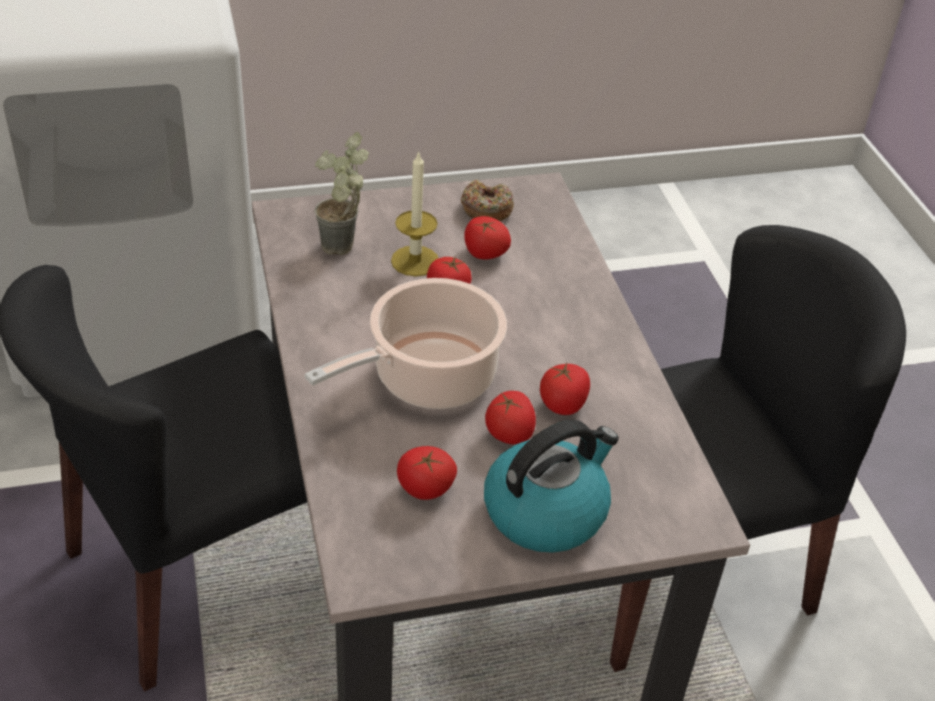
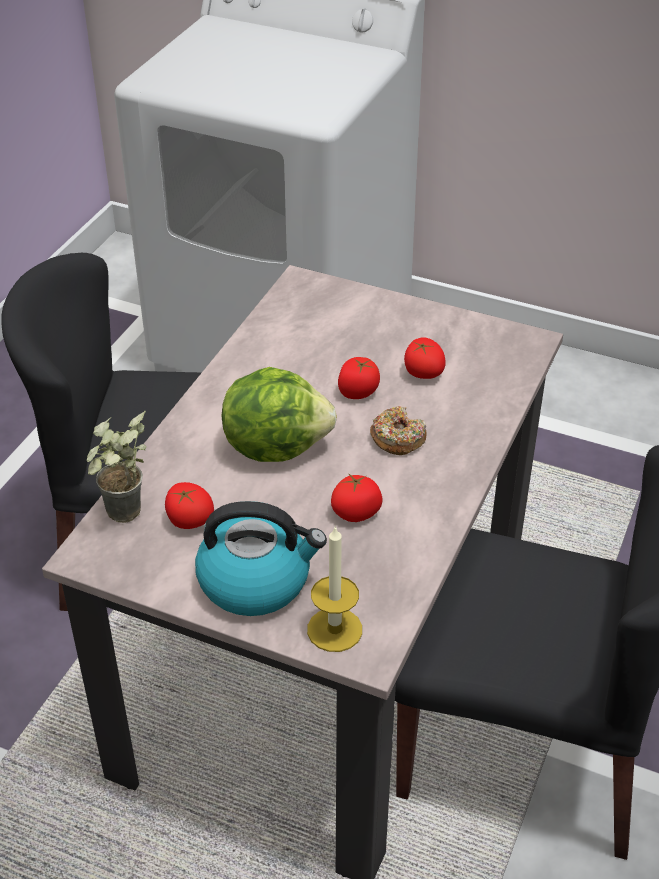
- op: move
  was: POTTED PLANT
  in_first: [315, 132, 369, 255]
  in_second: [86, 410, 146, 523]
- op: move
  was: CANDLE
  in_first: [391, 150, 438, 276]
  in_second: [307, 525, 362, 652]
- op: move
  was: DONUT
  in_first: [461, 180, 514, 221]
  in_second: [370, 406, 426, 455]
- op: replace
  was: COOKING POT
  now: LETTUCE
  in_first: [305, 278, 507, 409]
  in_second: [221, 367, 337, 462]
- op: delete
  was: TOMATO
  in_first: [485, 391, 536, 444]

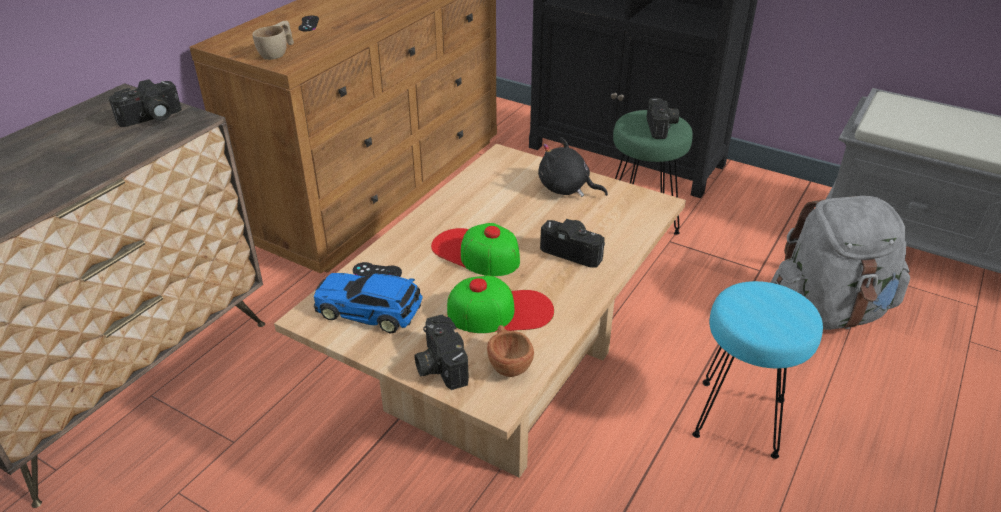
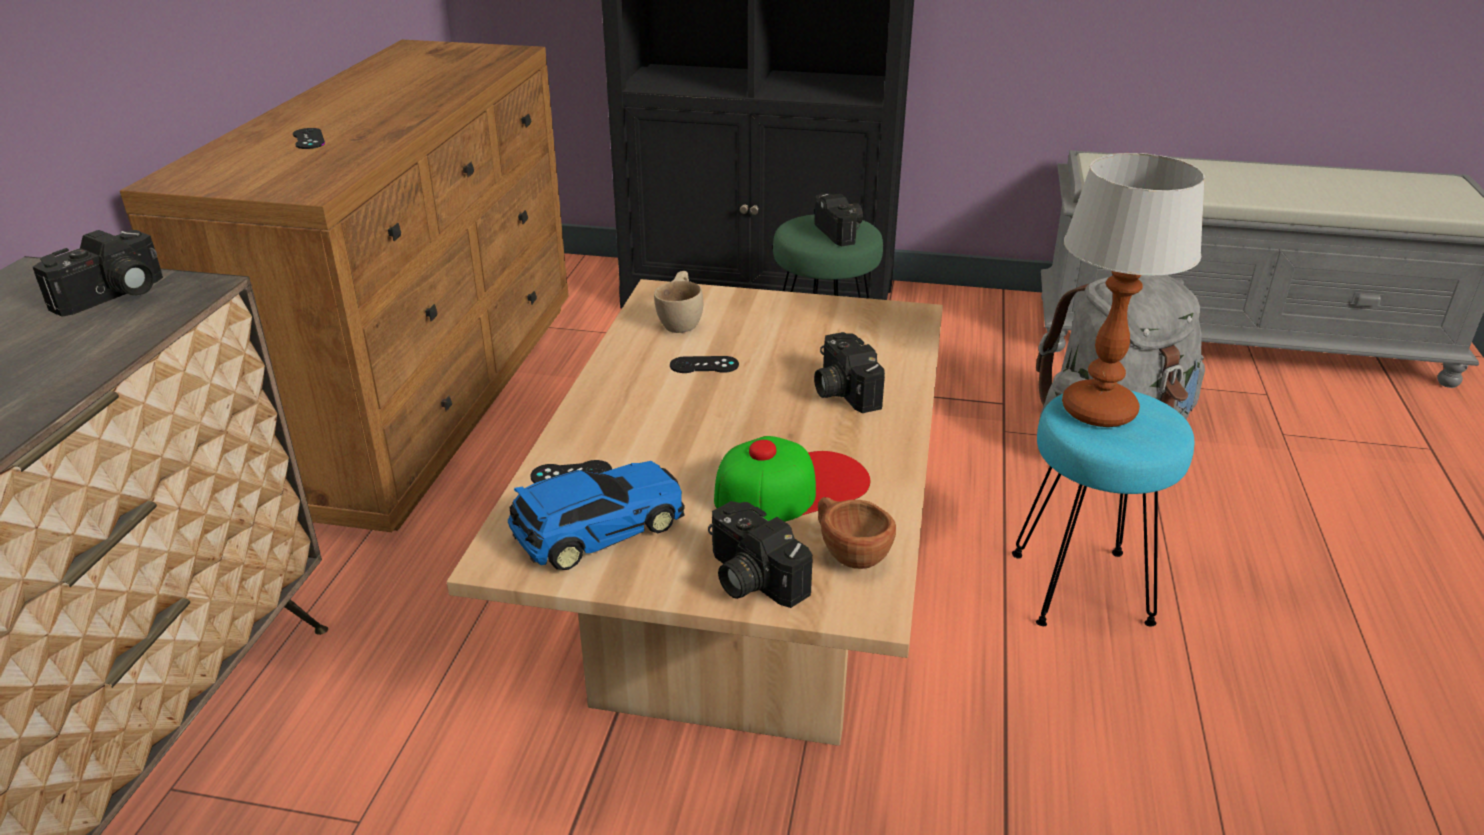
- op: move
  was: BEIGE CUP
  in_first: [252, 21, 294, 60]
  in_second: [654, 271, 703, 333]
- op: delete
  was: BLACK PLUSH TOY
  in_first: [538, 137, 608, 197]
- op: rotate
  was: PHOTO CAMERA
  in_first: [540, 219, 605, 268]
  in_second: [814, 332, 885, 413]
  clockwise: -120
- op: delete
  was: CAP
  in_first: [431, 223, 520, 276]
- op: rotate
  was: TOY CAR
  in_first: [314, 273, 423, 333]
  in_second: [508, 461, 685, 570]
  clockwise: 150
- op: insert
  now: TABLE LAMP
  in_second: [1062, 153, 1205, 427]
- op: insert
  now: BLACK GAME CONTROLLER
  in_second: [670, 356, 739, 373]

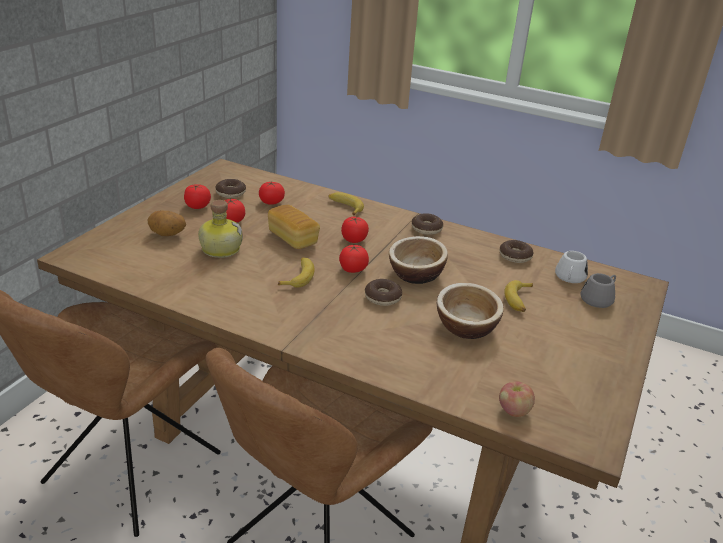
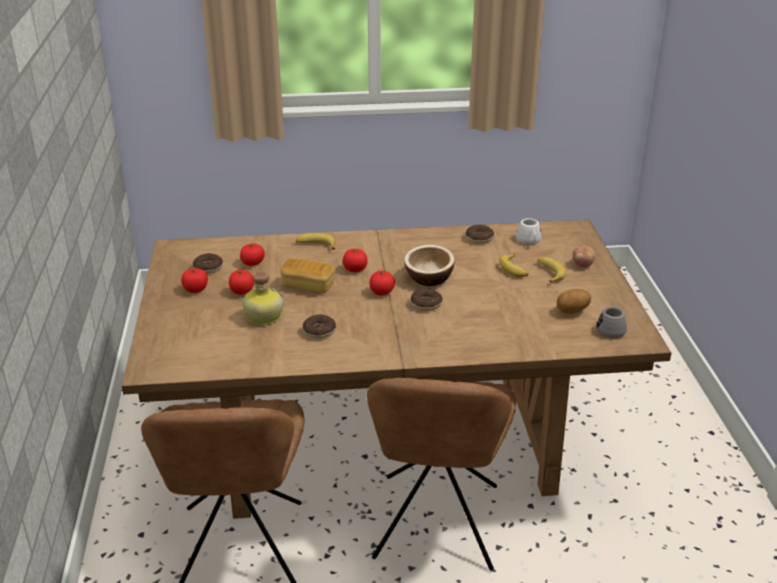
- op: move
  was: POTATO
  in_first: [148, 211, 186, 236]
  in_second: [557, 289, 591, 314]
- op: move
  was: DONUT
  in_first: [412, 213, 443, 235]
  in_second: [303, 315, 336, 338]
- op: move
  was: BANANA
  in_first: [278, 257, 315, 288]
  in_second: [537, 257, 566, 283]
- op: move
  was: GREY MUG
  in_first: [580, 273, 616, 308]
  in_second: [596, 304, 627, 338]
- op: delete
  was: BOWL
  in_first: [437, 283, 504, 339]
- op: move
  was: APPLE
  in_first: [499, 381, 535, 417]
  in_second: [572, 245, 595, 267]

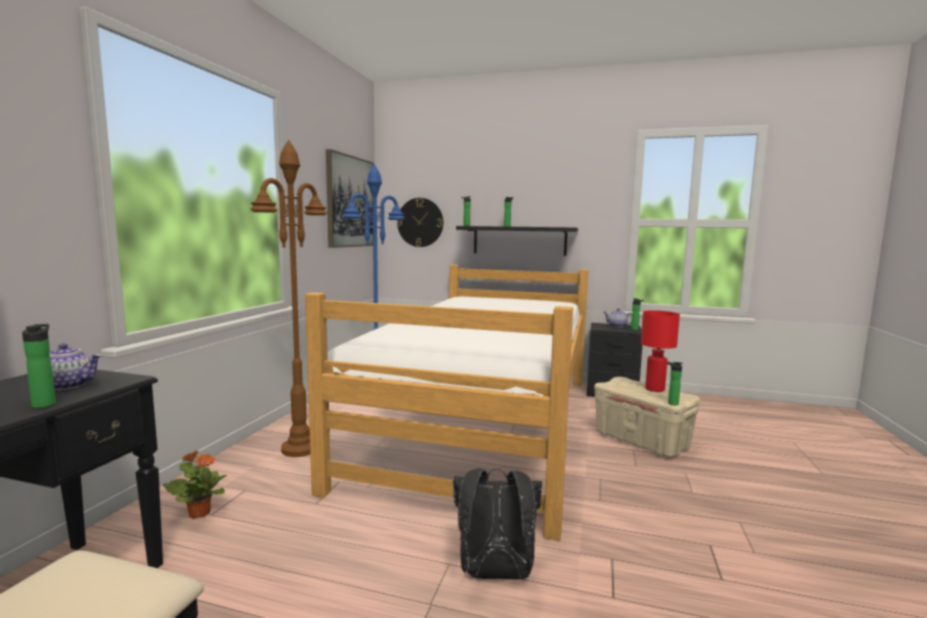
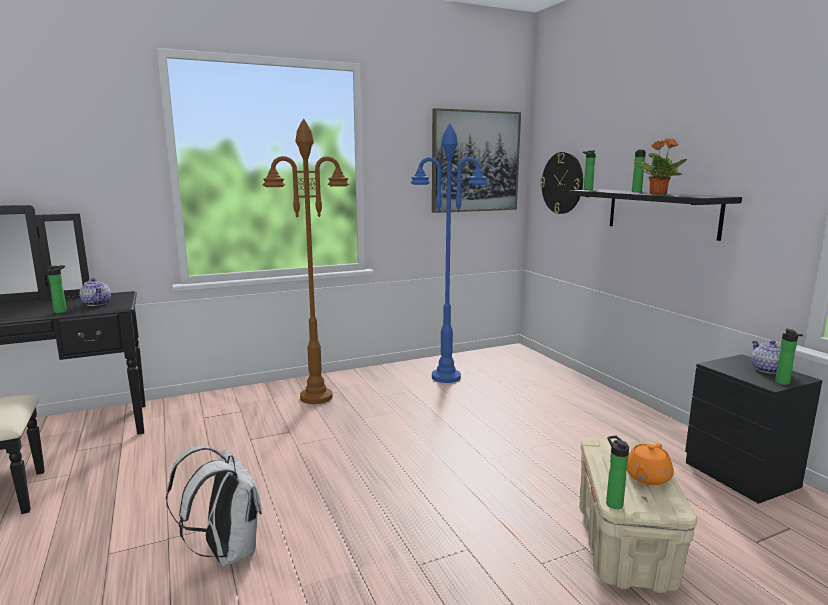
- op: delete
  was: BED
  in_first: [305, 265, 588, 541]
- op: replace
  was: RED TABLE LAMP
  now: ORANGE TEAPOT
  in_first: [641, 310, 680, 392]
  in_second: [626, 443, 673, 485]
- op: move
  was: POTTED PLANT
  in_first: [163, 450, 227, 519]
  in_second: [636, 139, 687, 195]
- op: recolor
  was: BLACK BACKPACK
  now: WHITE BACKPACK
  in_first: [453, 468, 542, 580]
  in_second: [166, 446, 262, 567]

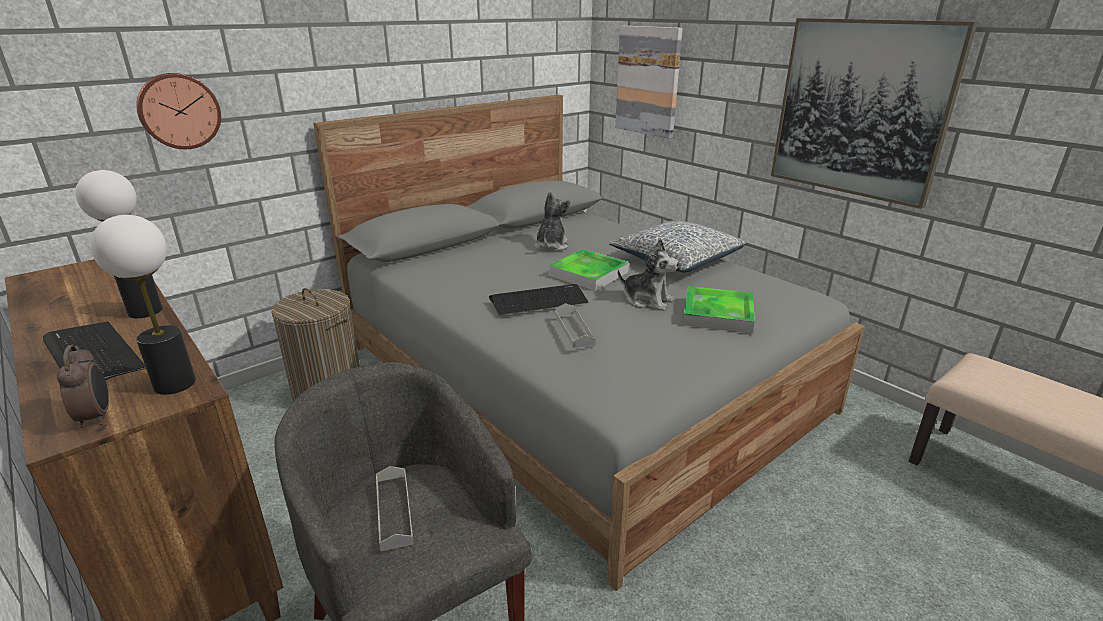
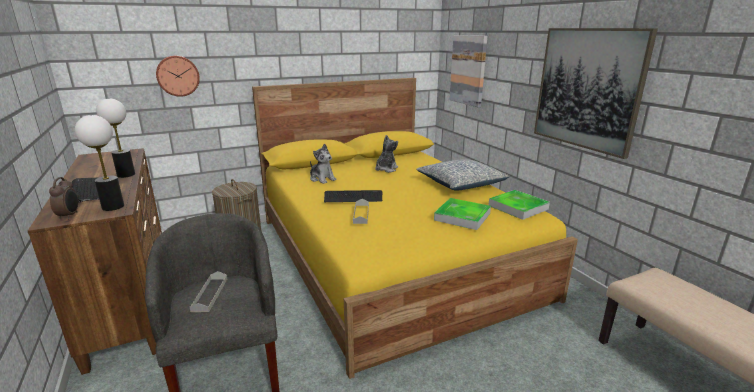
- op: recolor
  was: GREY BED
  now: YELLOW BED
  in_first: [313, 95, 865, 591]
  in_second: [252, 78, 578, 379]
- op: move
  was: PLUSH TOY
  in_first: [618, 238, 679, 311]
  in_second: [310, 143, 337, 184]
- op: move
  was: TRAY
  in_first: [549, 249, 629, 291]
  in_second: [489, 190, 550, 220]

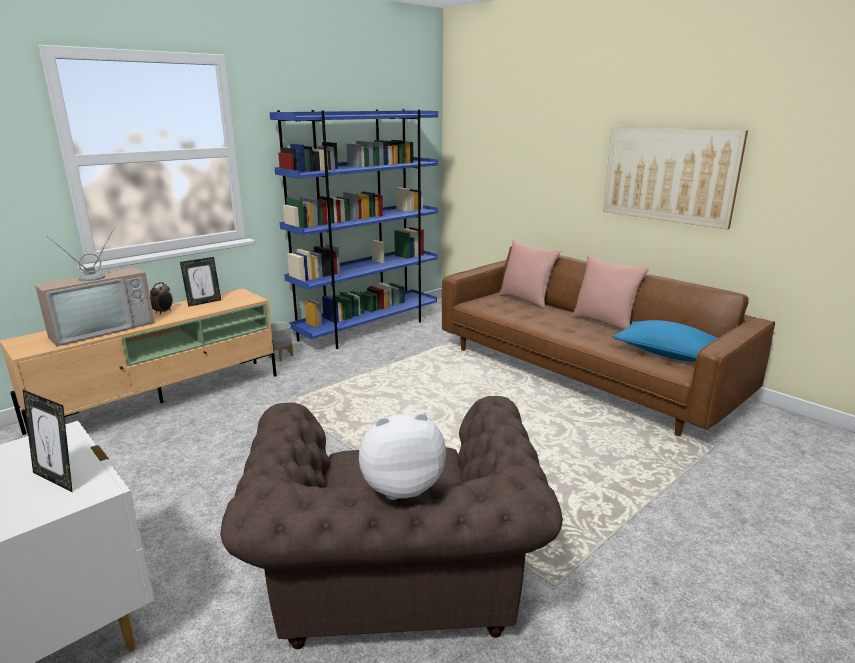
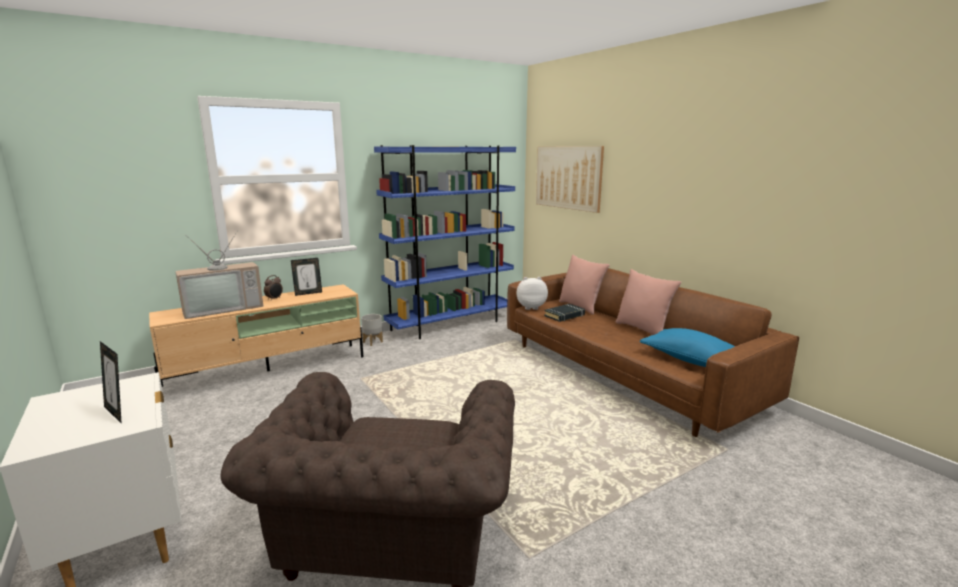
- op: move
  was: PICTURE
  in_first: [603, 126, 748, 230]
  in_second: [536, 146, 604, 213]
- op: move
  was: PLUSH TOY
  in_first: [359, 412, 446, 500]
  in_second: [516, 277, 548, 310]
- op: insert
  now: BLACK BOOK
  in_second: [544, 304, 585, 322]

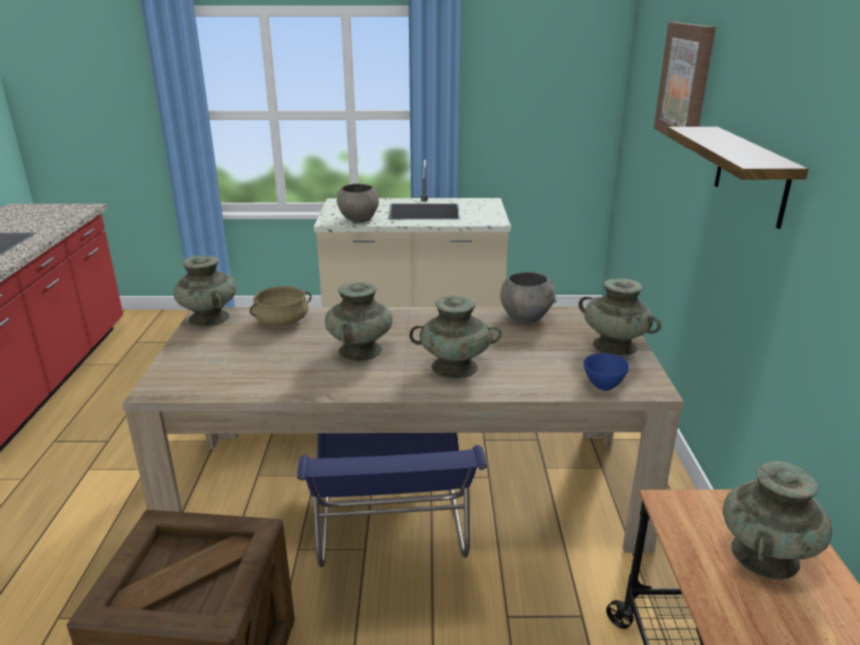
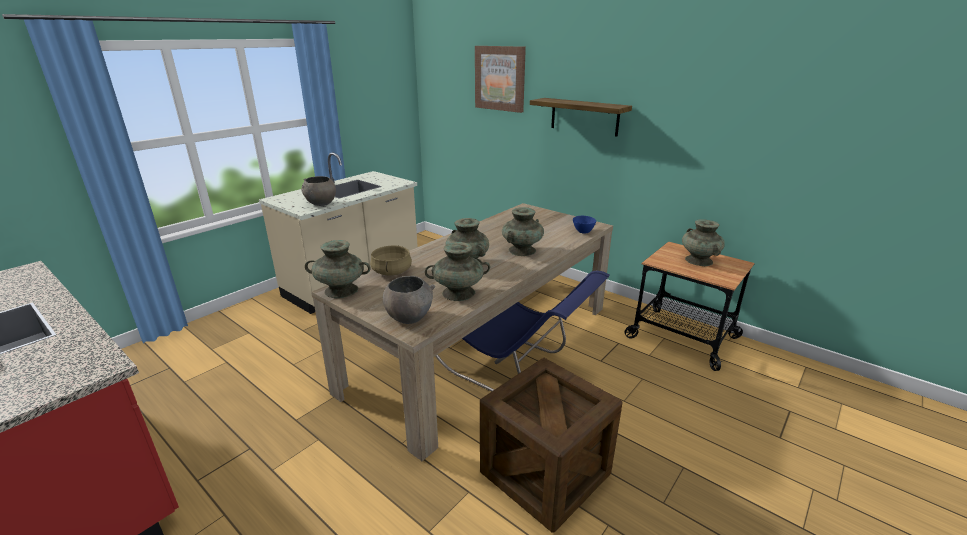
- op: move
  was: GREY BOWL
  in_first: [500, 272, 556, 323]
  in_second: [383, 276, 435, 324]
- op: move
  was: TURQUOISE VASE
  in_first: [578, 278, 661, 356]
  in_second: [425, 242, 490, 301]

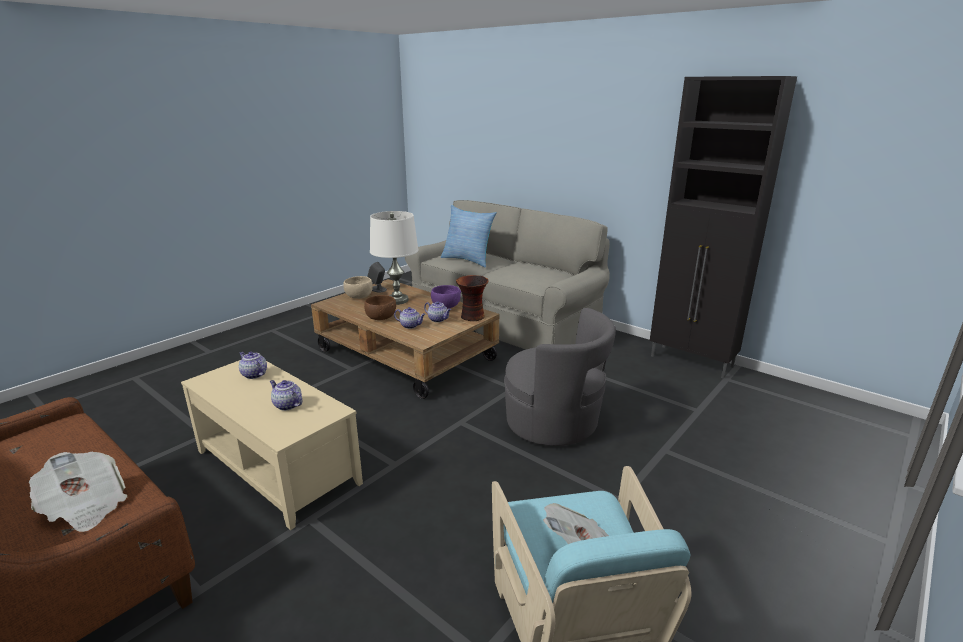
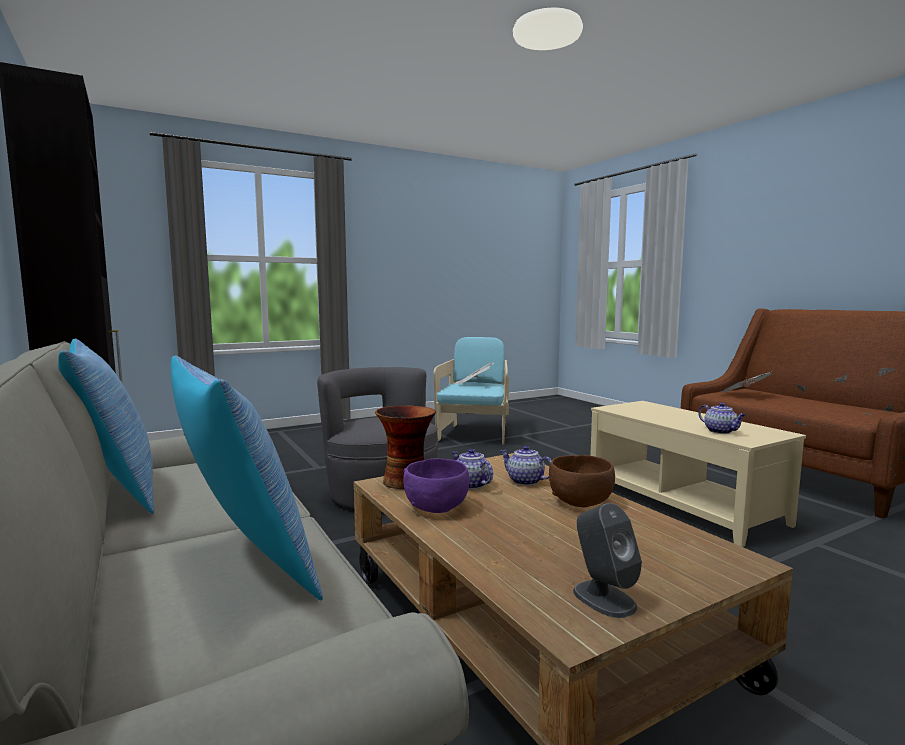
- op: delete
  was: WHITE TABLE LAMP
  in_first: [370, 211, 418, 305]
- op: delete
  was: BEIGE BOWL
  in_first: [343, 276, 373, 299]
- op: delete
  was: TEAPOT
  in_first: [270, 380, 302, 411]
- op: insert
  now: PILLOW
  in_second: [58, 339, 154, 514]

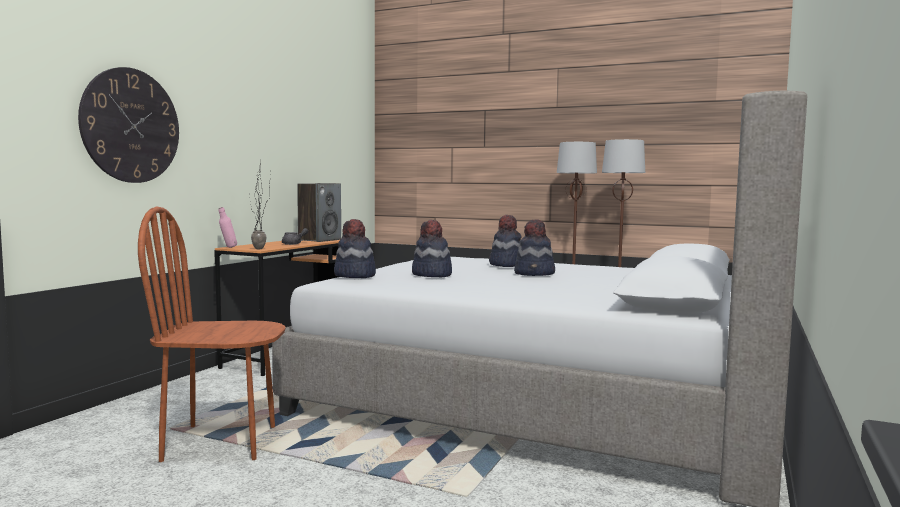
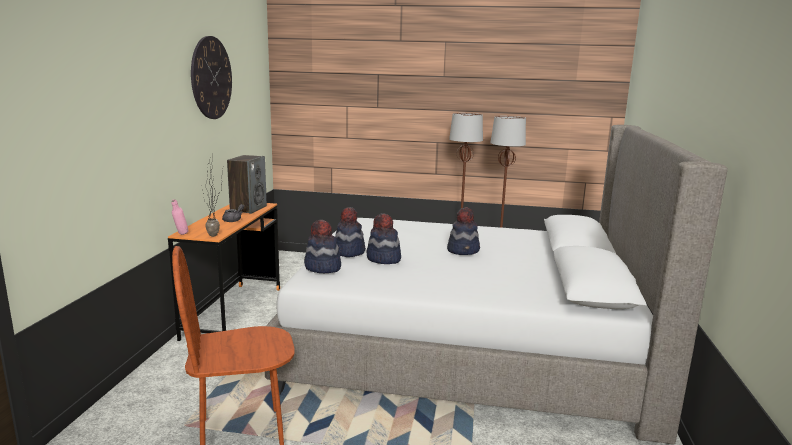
- op: move
  was: WALL CLOCK
  in_first: [78, 67, 179, 183]
  in_second: [191, 36, 232, 119]
- op: move
  was: HAT
  in_first: [489, 215, 522, 267]
  in_second: [335, 207, 366, 257]

